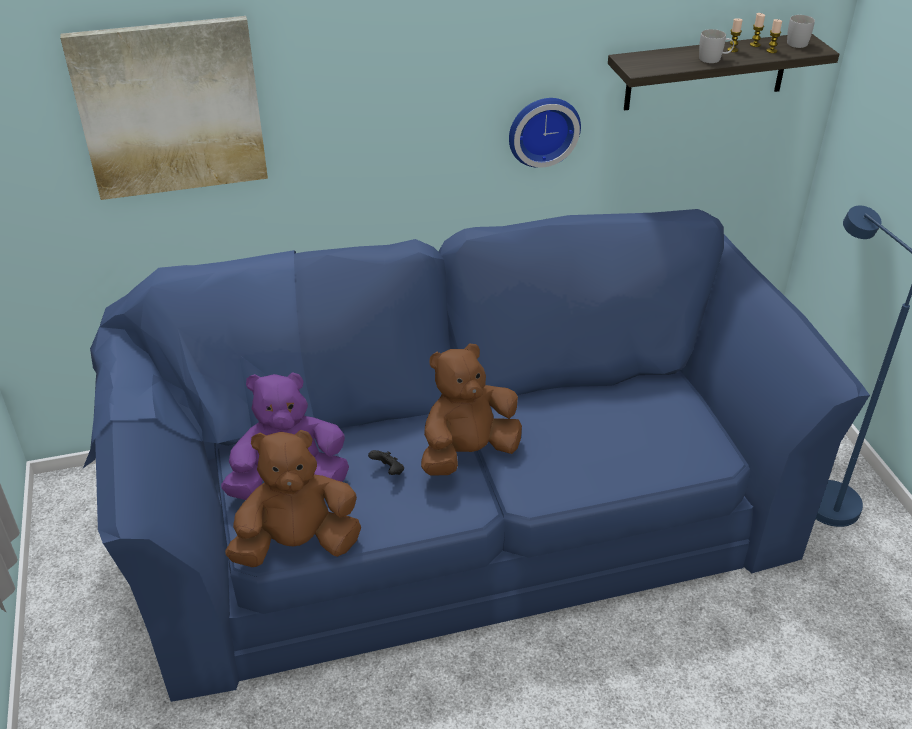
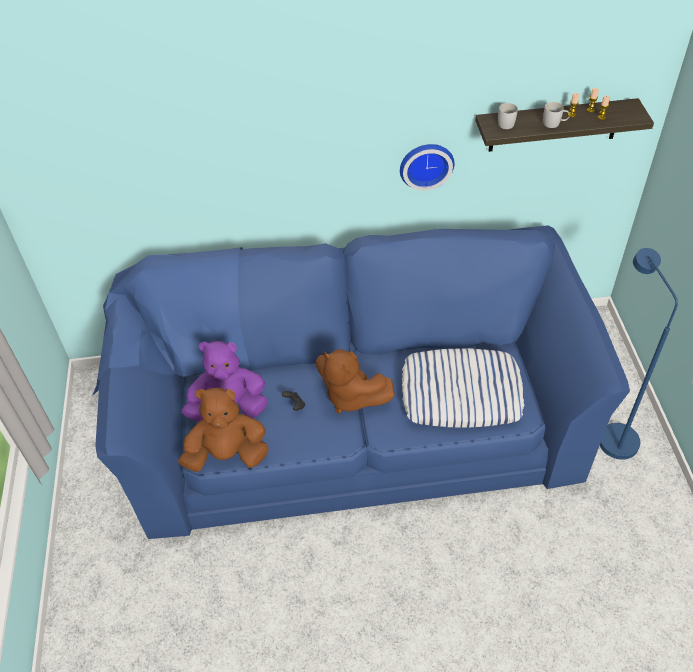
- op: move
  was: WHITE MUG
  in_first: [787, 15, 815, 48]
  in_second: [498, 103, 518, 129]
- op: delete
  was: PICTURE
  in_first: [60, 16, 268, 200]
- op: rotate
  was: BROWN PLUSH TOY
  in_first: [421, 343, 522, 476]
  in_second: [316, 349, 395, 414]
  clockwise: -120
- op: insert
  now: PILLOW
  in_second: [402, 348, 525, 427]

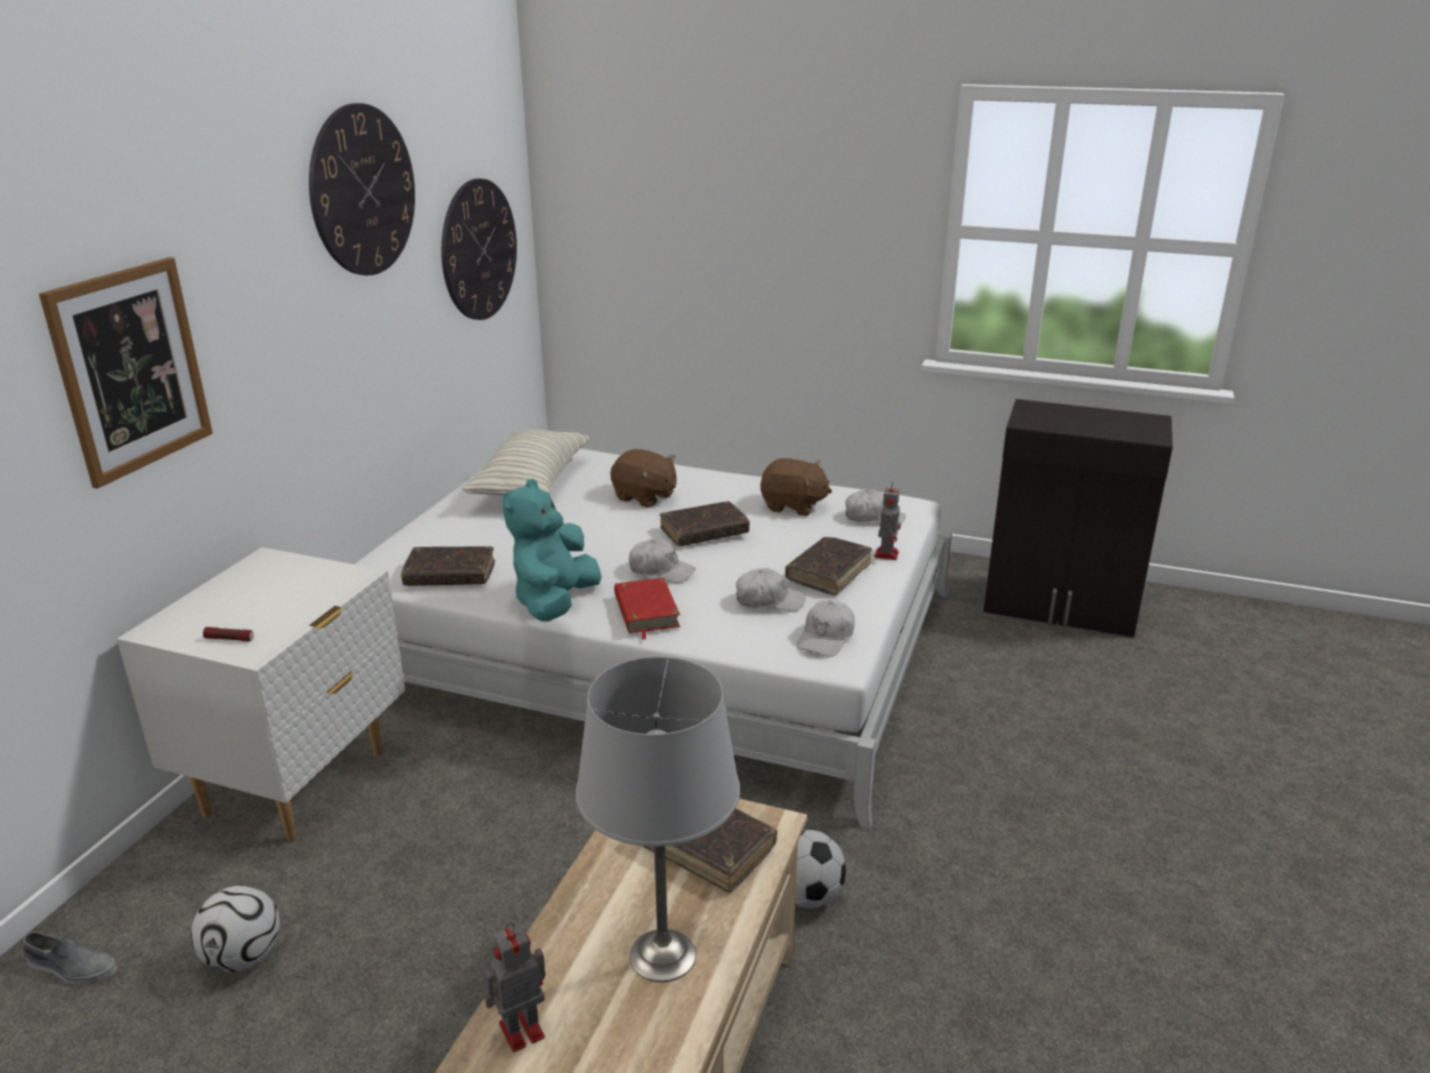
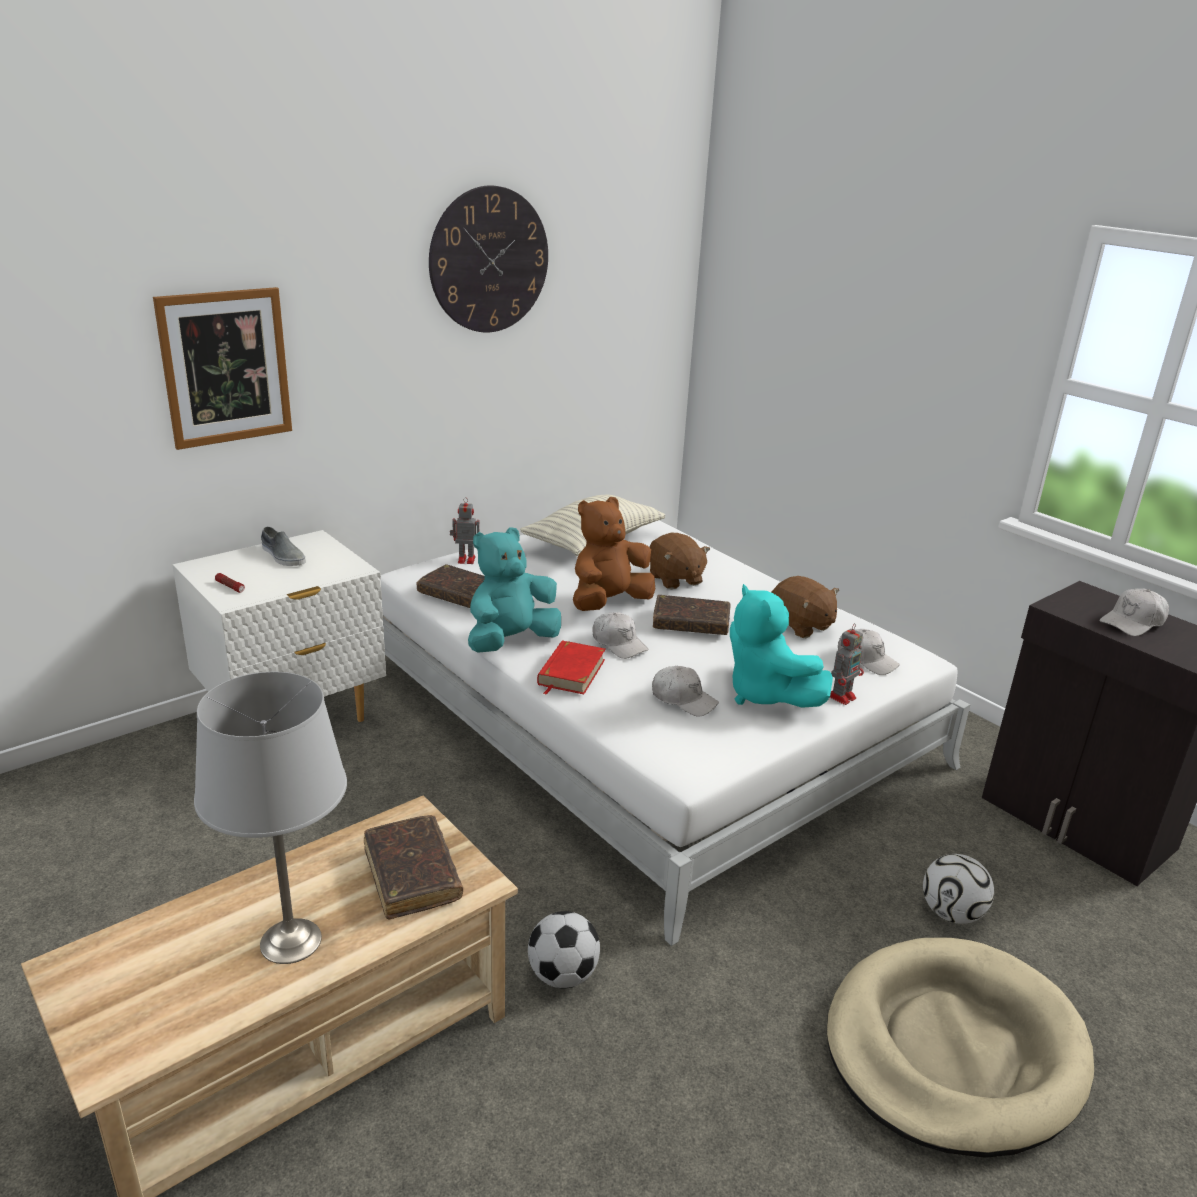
- op: delete
  was: WALL CLOCK
  in_first: [441, 178, 517, 320]
- op: replace
  was: BROWN BOOK
  now: TURQUOISE PLUSH TOY
  in_first: [785, 537, 872, 595]
  in_second: [730, 584, 833, 708]
- op: move
  was: WHITE CAP
  in_first: [796, 600, 855, 657]
  in_second: [1099, 588, 1169, 636]
- op: move
  was: FOOTBALL
  in_first: [191, 886, 280, 972]
  in_second: [923, 854, 994, 924]
- op: move
  was: TOY ROBOT
  in_first: [484, 922, 545, 1052]
  in_second: [450, 497, 480, 564]
- op: move
  was: GREY SHOE
  in_first: [23, 932, 117, 985]
  in_second: [261, 527, 306, 566]
- op: insert
  now: BROWN PLUSH TOY
  in_second: [573, 497, 655, 611]
- op: insert
  now: BEIGE DOG BED
  in_second: [827, 938, 1094, 1157]

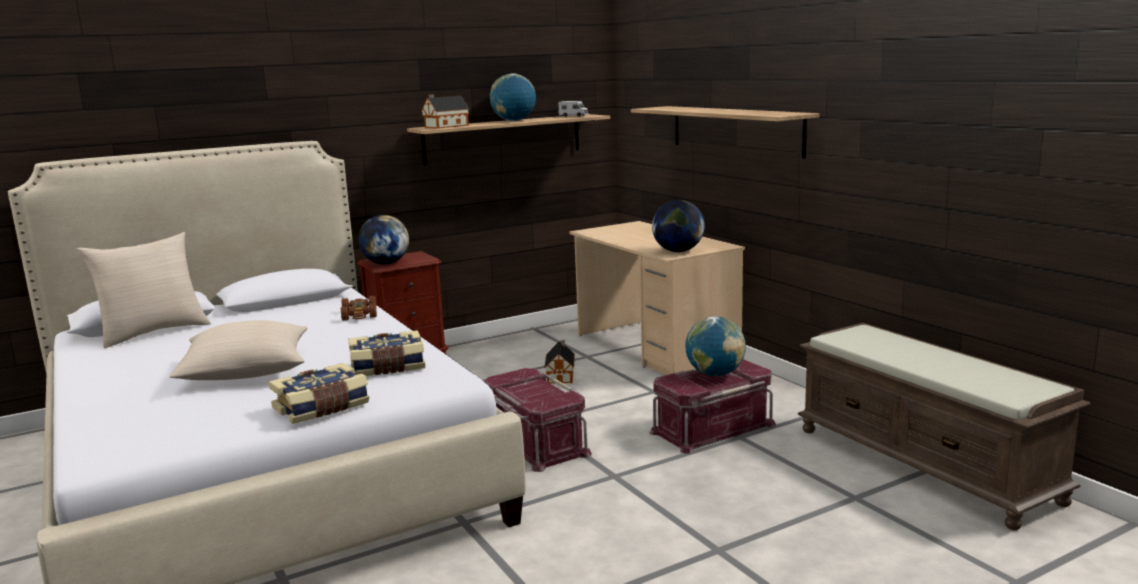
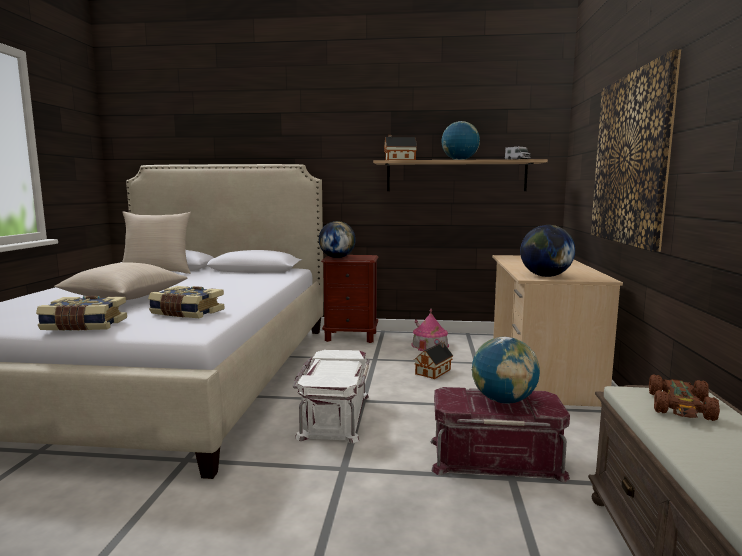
- op: replace
  was: SHELF
  now: PICTURE
  in_first: [631, 106, 820, 159]
  in_second: [591, 49, 681, 252]
- op: move
  was: BROWN TOY CAR
  in_first: [341, 296, 377, 321]
  in_second: [649, 374, 720, 421]
- op: recolor
  was: RED STORAGE BOX
  now: WHITE STORAGE BOX
  in_first: [484, 368, 592, 472]
  in_second: [293, 350, 370, 444]
- op: insert
  now: TOY HOUSE
  in_second: [412, 309, 449, 351]

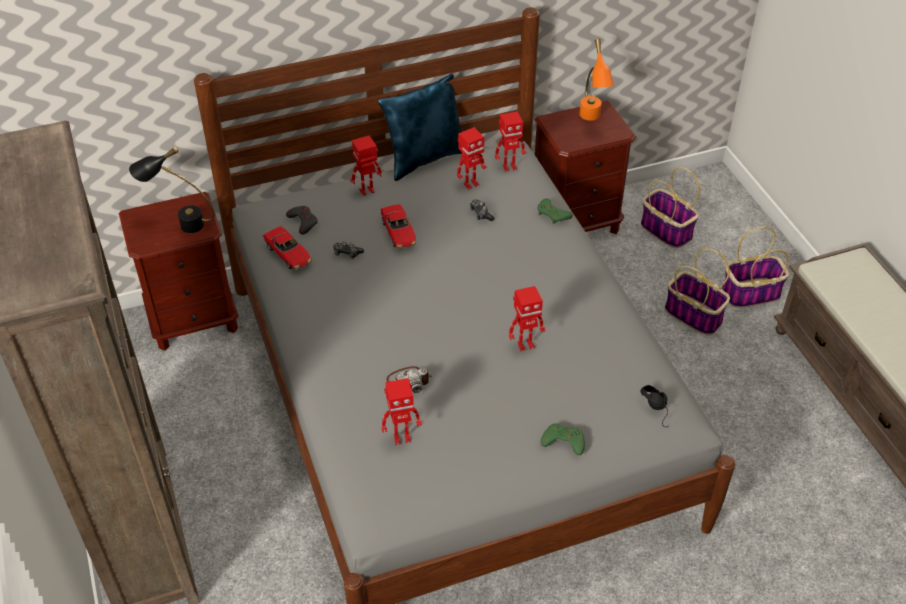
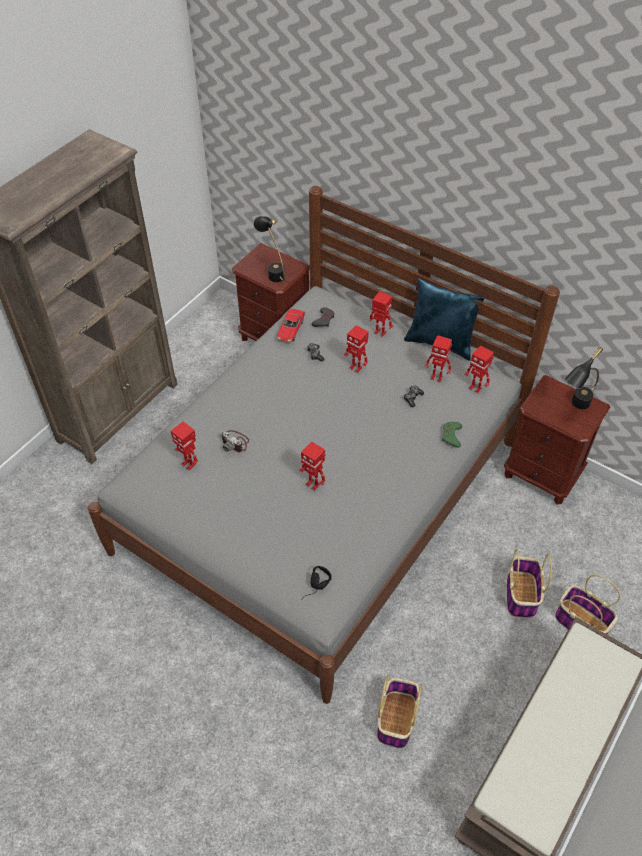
- op: recolor
  was: ORANGE TABLE LAMP
  now: BLACK TABLE LAMP
  in_first: [579, 39, 614, 121]
  in_second: [565, 347, 603, 409]
- op: move
  was: BASKET
  in_first: [641, 167, 700, 248]
  in_second: [377, 674, 422, 749]
- op: replace
  was: TOY CAR
  now: TOY ROBOT
  in_first: [380, 204, 416, 249]
  in_second: [344, 325, 369, 373]
- op: delete
  was: GREEN GAME CONTROLLER
  in_first: [541, 423, 585, 455]

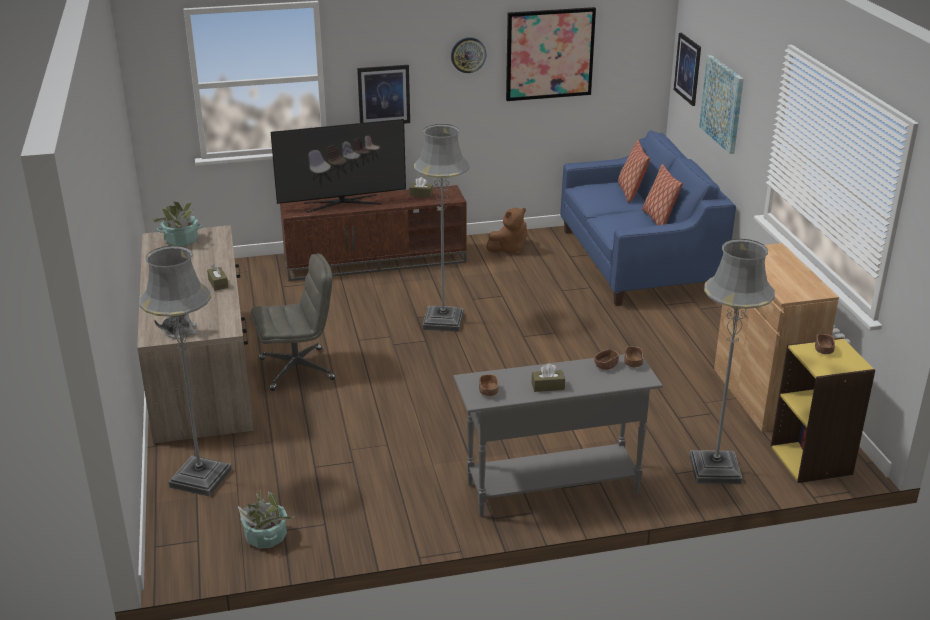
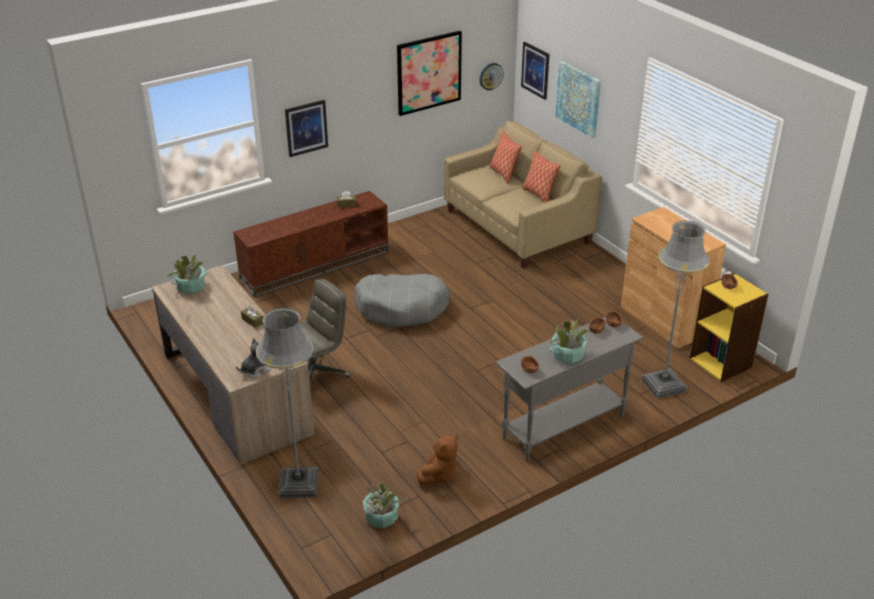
- op: move
  was: WALL CLOCK
  in_first: [451, 37, 487, 73]
  in_second: [479, 63, 503, 90]
- op: delete
  was: TELEVISION
  in_first: [271, 119, 406, 213]
- op: replace
  was: GREY FLOOR LAMP
  now: GREY DOG BED
  in_first: [414, 124, 470, 332]
  in_second: [355, 274, 449, 327]
- op: recolor
  was: BLUE SOFA
  now: BEIGE SOFA
  in_first: [560, 130, 736, 306]
  in_second: [444, 121, 602, 269]
- op: move
  was: BROWN PLUSH TOY
  in_first: [486, 208, 527, 255]
  in_second: [417, 435, 458, 485]
- op: replace
  was: BROWN TISSUE BOX
  now: POTTED PLANT
  in_first: [532, 363, 565, 392]
  in_second: [548, 320, 589, 364]

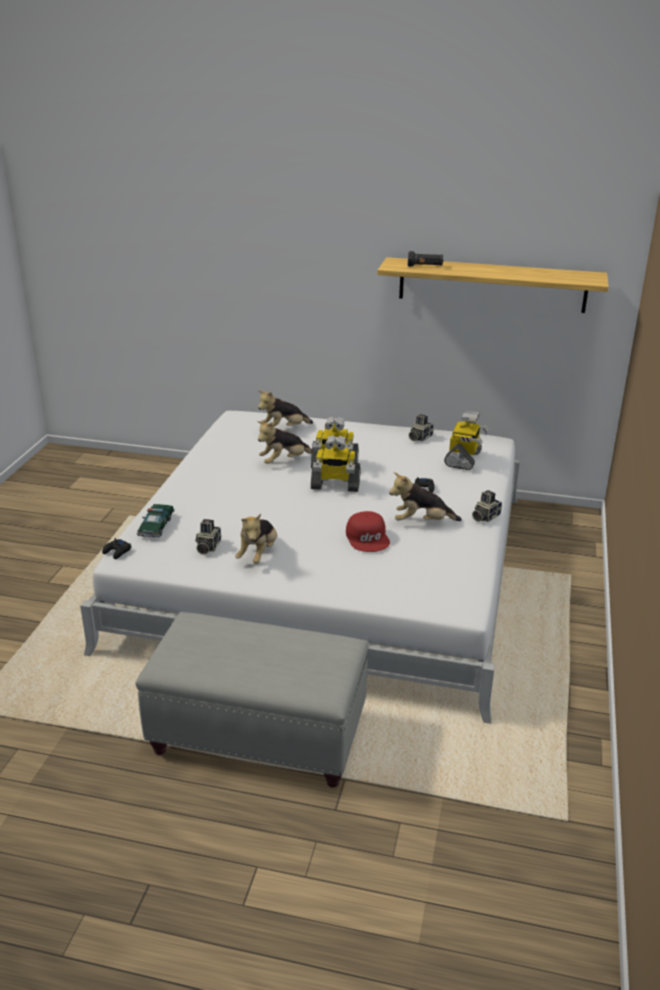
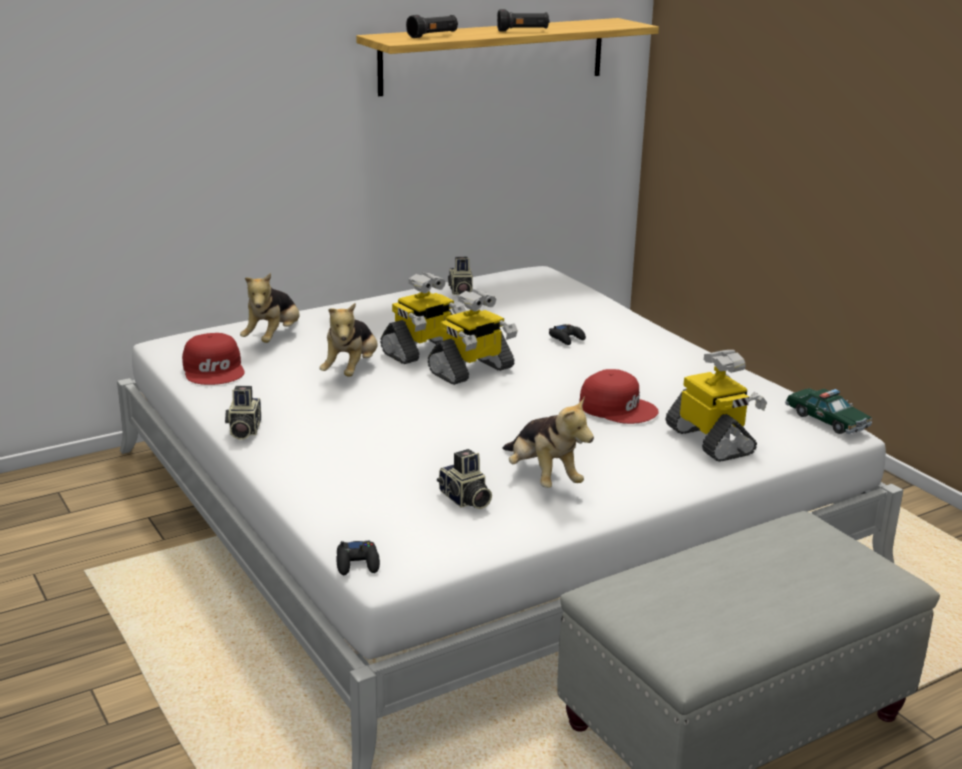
- op: move
  was: TOY ROBOT
  in_first: [444, 411, 489, 470]
  in_second: [666, 350, 767, 462]
- op: delete
  was: PLUSH TOY
  in_first: [389, 472, 462, 521]
- op: move
  was: PHOTO CAMERA
  in_first: [472, 490, 502, 522]
  in_second: [225, 386, 261, 440]
- op: move
  was: TOY CAR
  in_first: [136, 504, 175, 538]
  in_second: [785, 388, 872, 434]
- op: insert
  now: BLACK FLASHLIGHT
  in_second: [497, 9, 549, 31]
- op: insert
  now: RED CAP
  in_second: [182, 333, 245, 385]

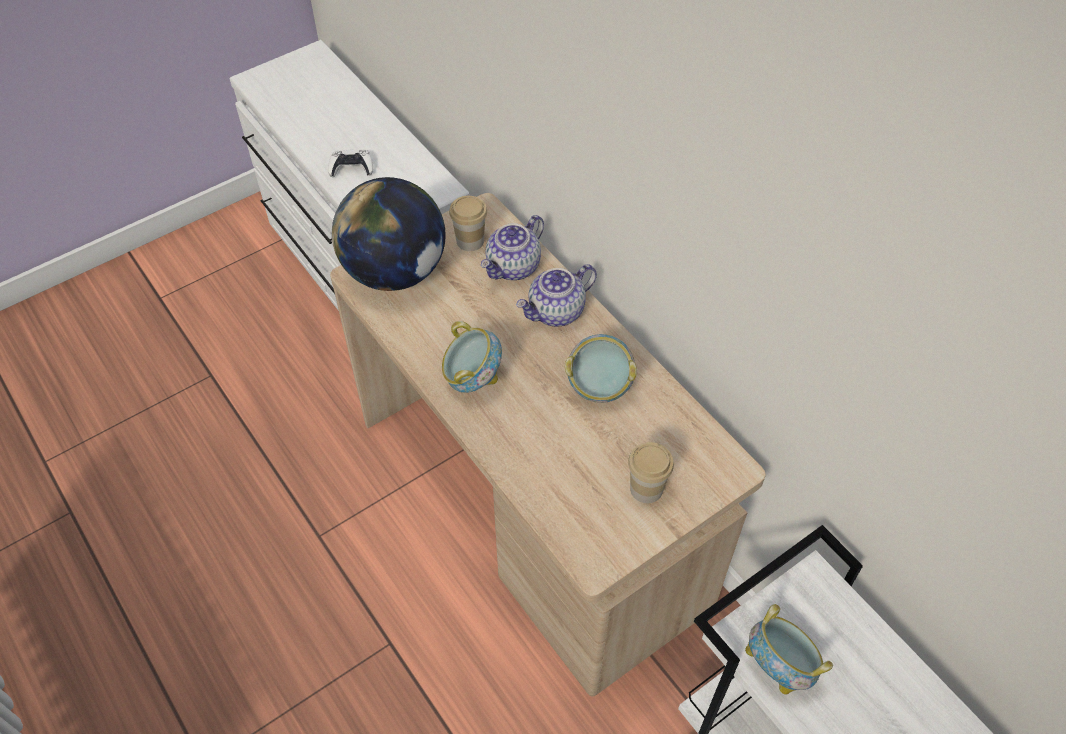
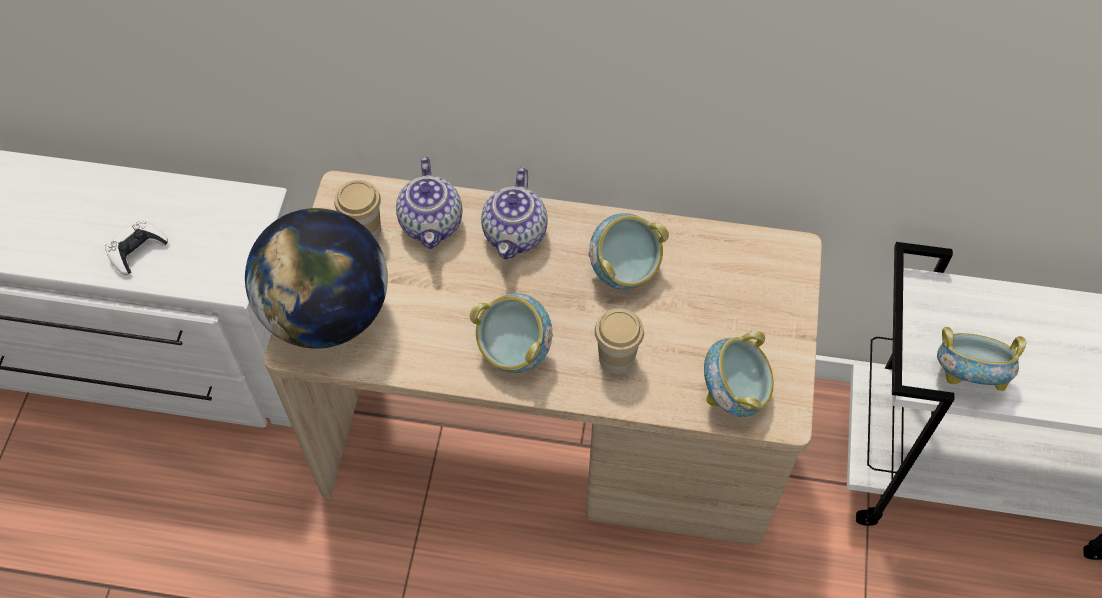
- op: move
  was: CUP
  in_first: [628, 442, 674, 503]
  in_second: [595, 308, 644, 374]
- op: insert
  now: BOWL
  in_second: [704, 331, 774, 417]

